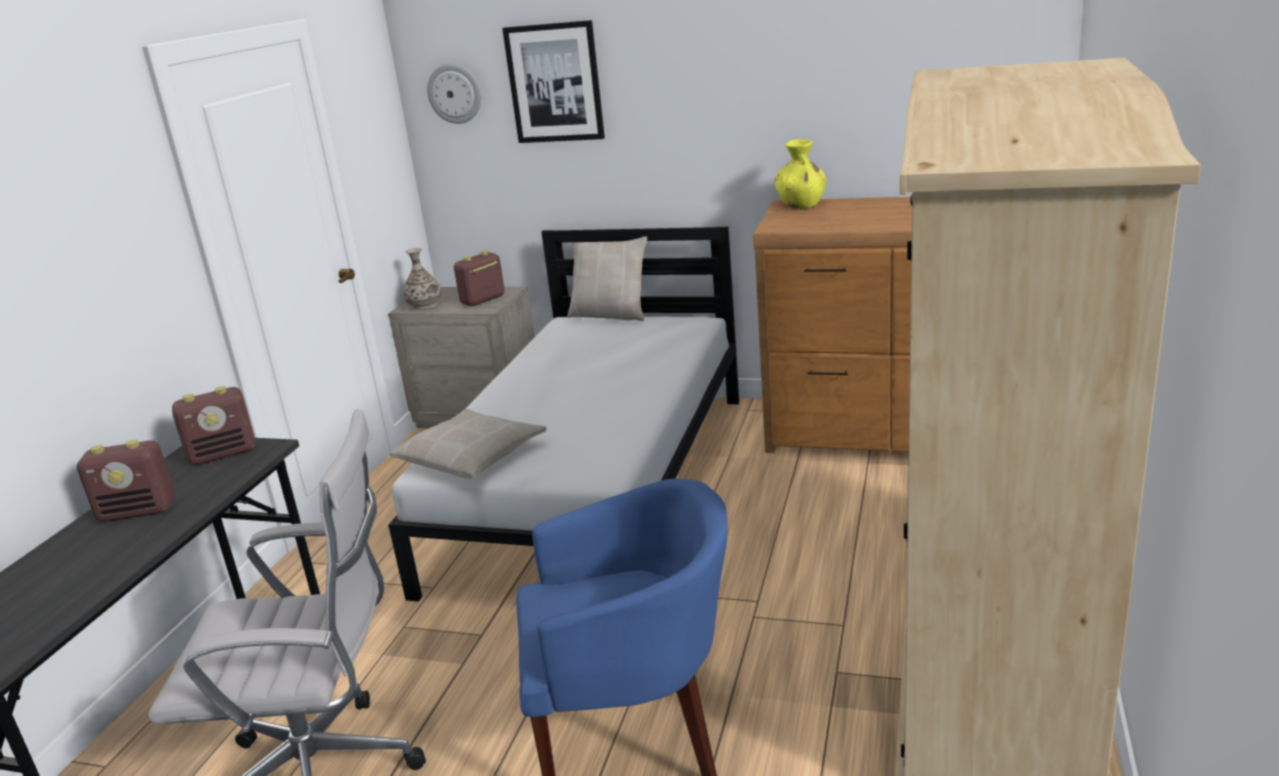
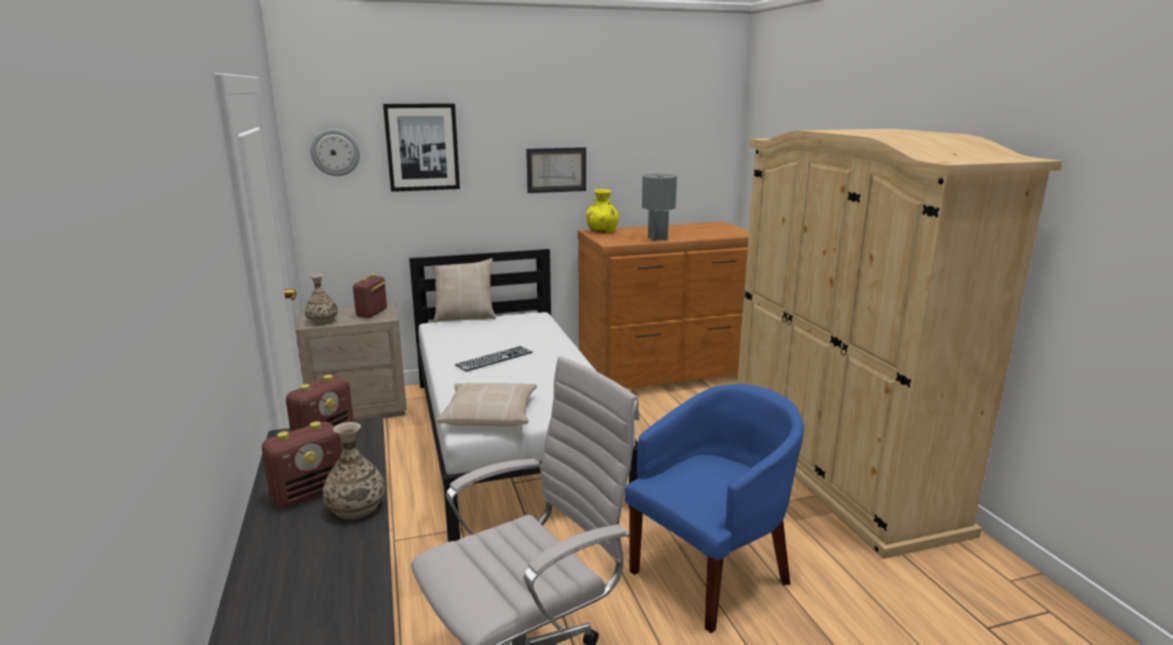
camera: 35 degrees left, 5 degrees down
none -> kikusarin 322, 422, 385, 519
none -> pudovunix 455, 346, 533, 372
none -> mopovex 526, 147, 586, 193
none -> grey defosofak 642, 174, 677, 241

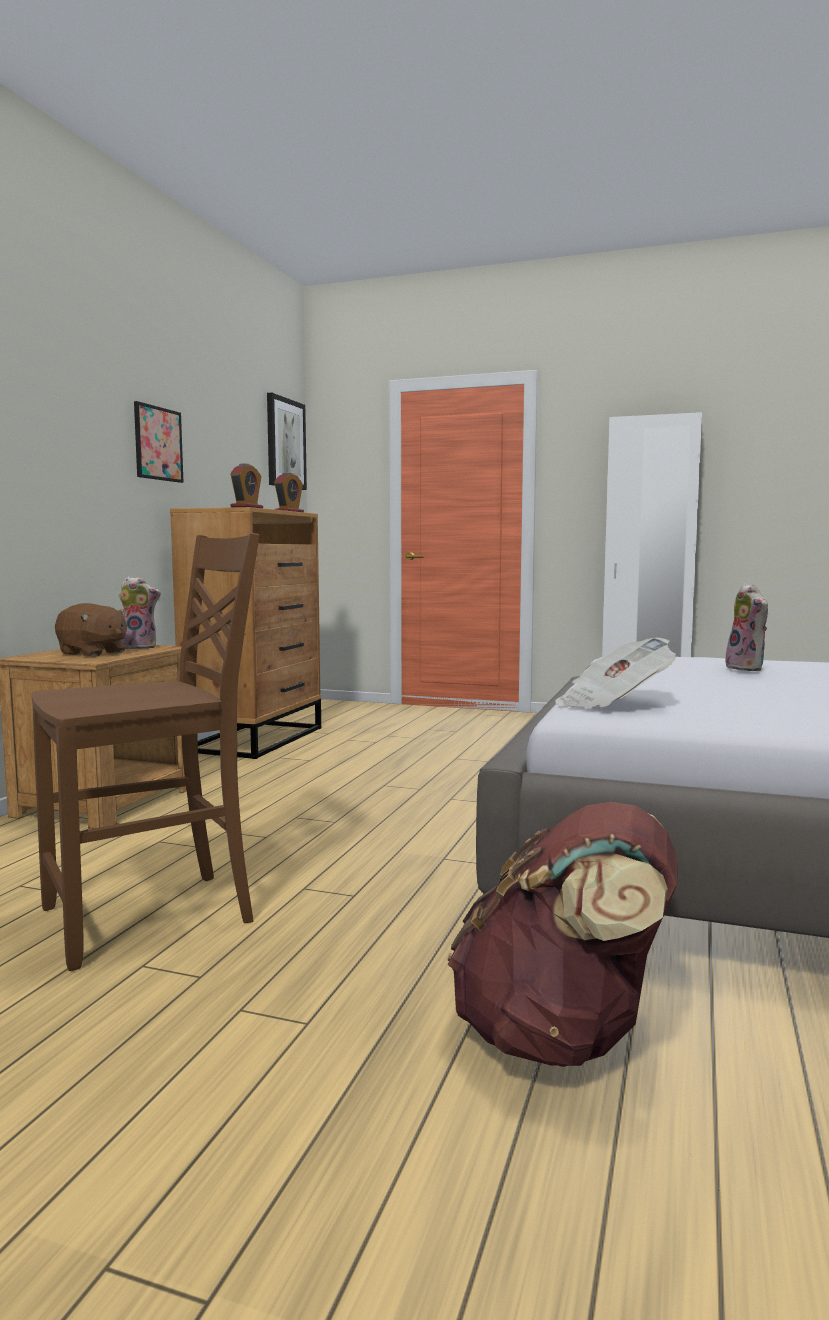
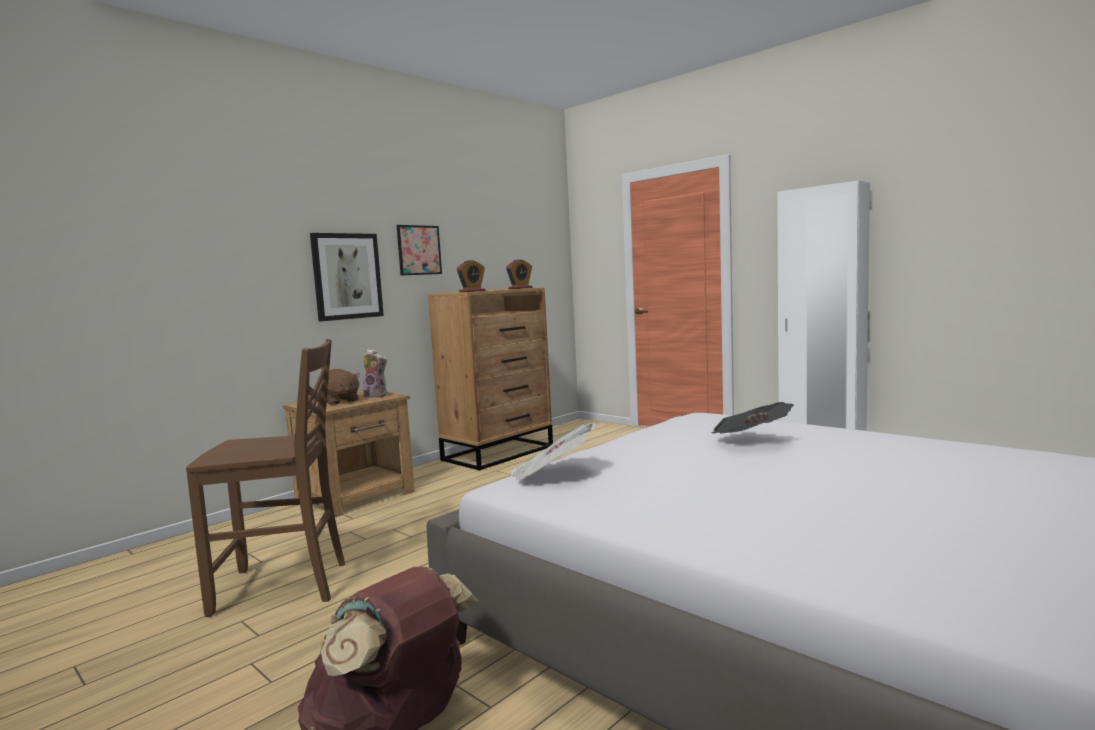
camera: 25 degrees right, 0 degrees up
mopovex 267, 393, 307, 490 -> mopovex 310, 233, 384, 321, shifted
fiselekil 724, 583, 768, 671 -> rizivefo 712, 402, 794, 433

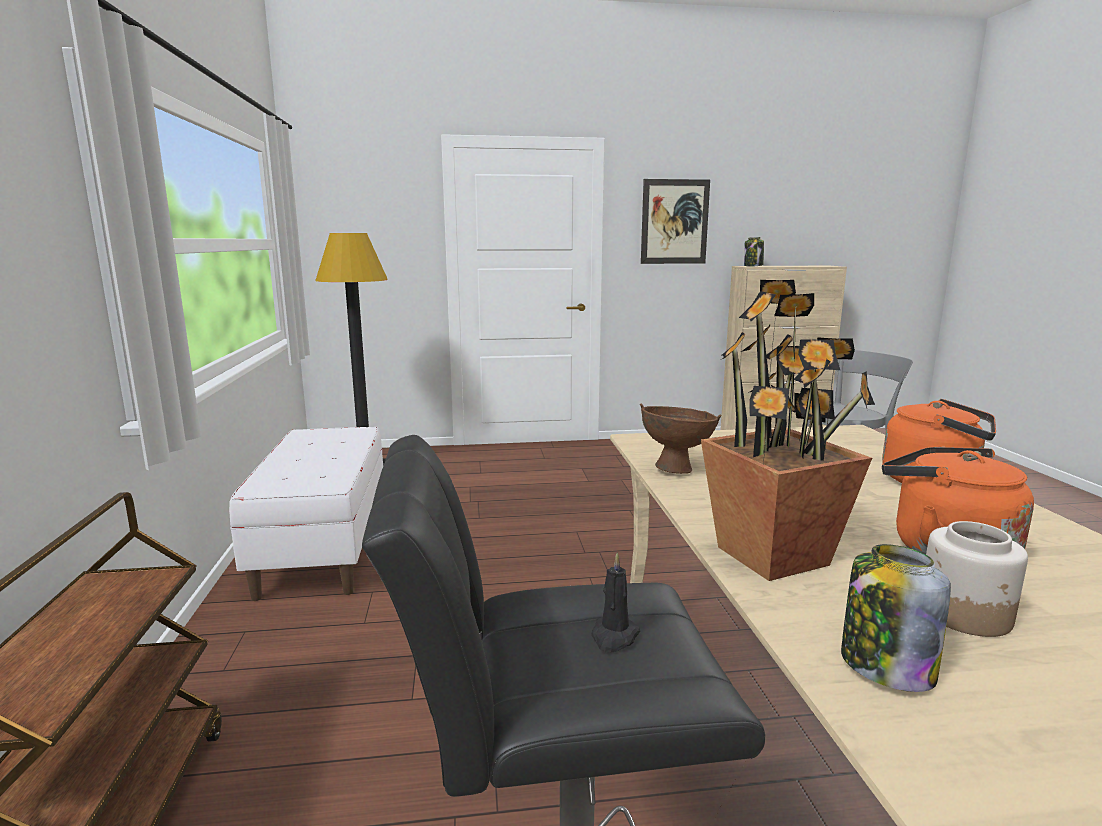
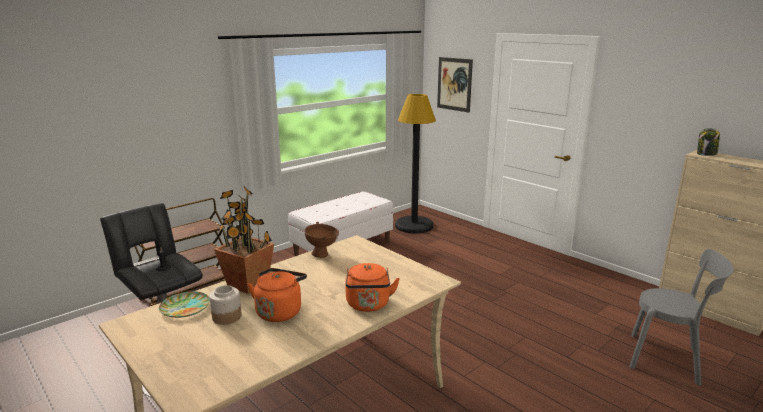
camera: 55 degrees right, 5 degrees up
mopovex 641, 179, 710, 264 -> mopovex 437, 57, 473, 113, shifted
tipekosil 841, 544, 951, 692 -> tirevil 159, 291, 210, 318

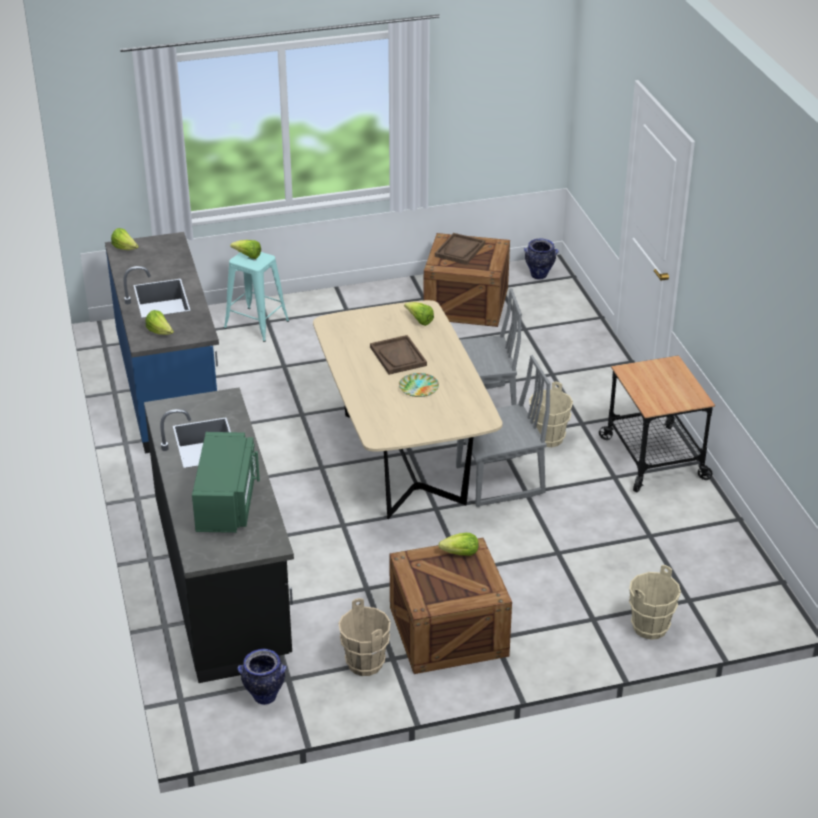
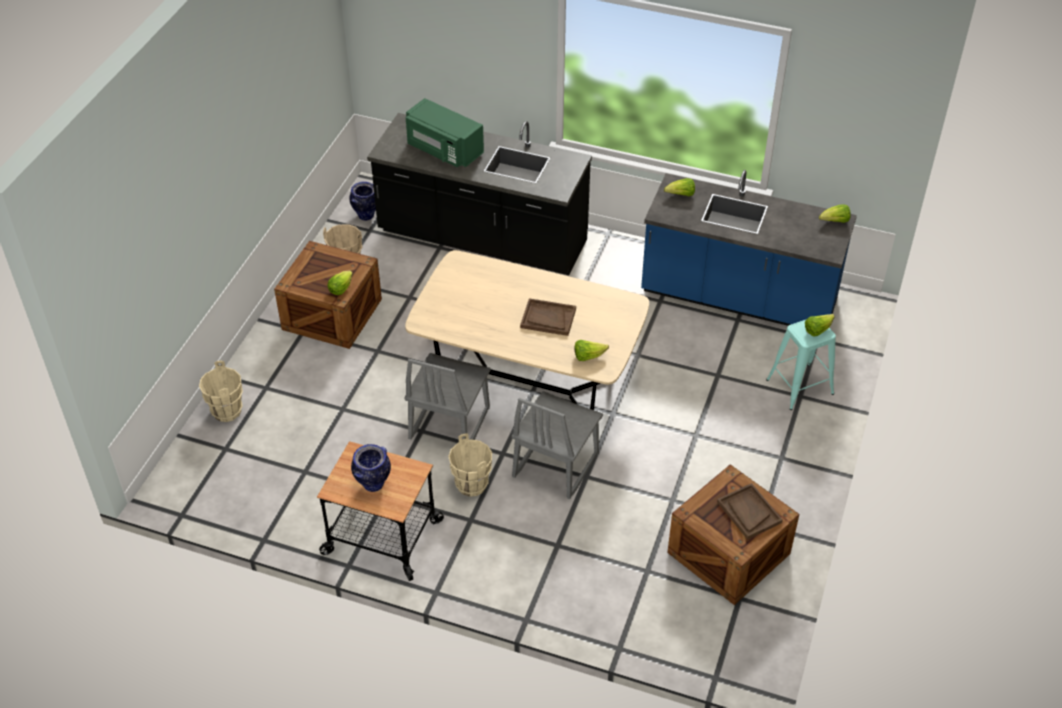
camera: 125 degrees right, 10 degrees up
tirevil 399, 373, 439, 397 -> none
kikusarin 524, 239, 559, 280 -> kikusarin 351, 444, 391, 492, shifted

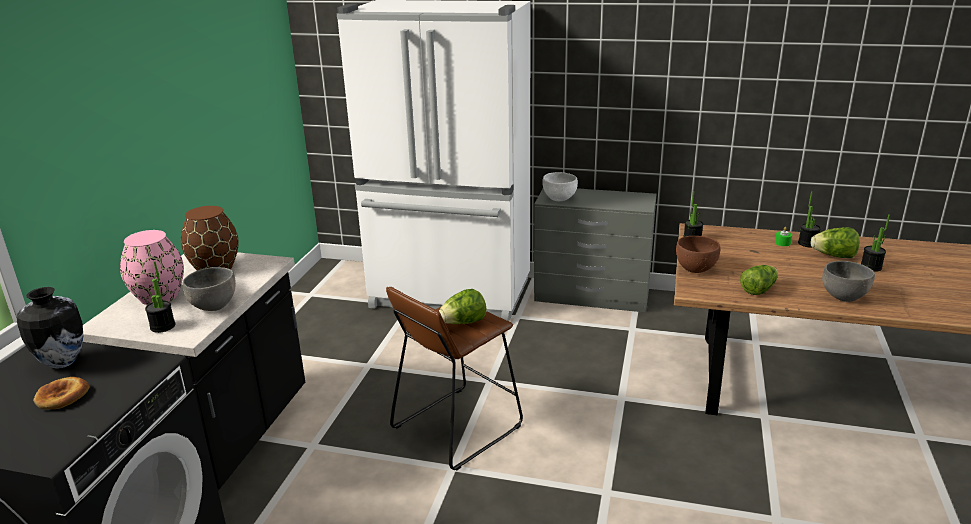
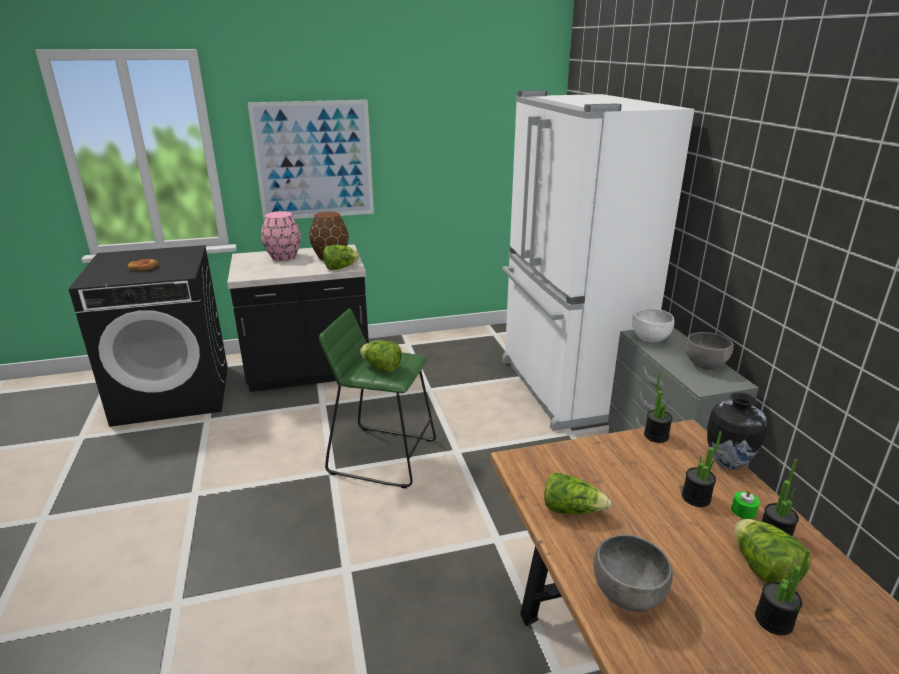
camera: 60 degrees right, 0 degrees up
kikusarin 17, 287, 83, 369 -> kikusarin 707, 392, 767, 470, shifted
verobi 145, 261, 175, 333 -> verobi 682, 431, 722, 507, shifted
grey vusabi 183, 267, 236, 311 -> grey vusabi 685, 332, 734, 370, shifted
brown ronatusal 386, 287, 523, 471 -> green ronatusal 319, 308, 436, 488
brown vusabi 676, 236, 720, 273 -> none
none -> mopovex 248, 100, 374, 220
none -> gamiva 323, 245, 359, 270

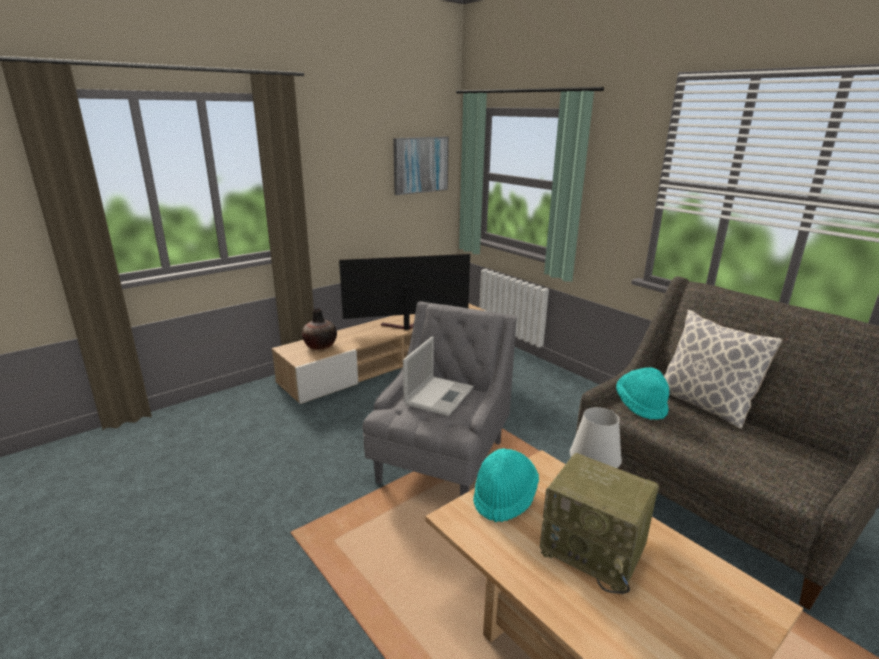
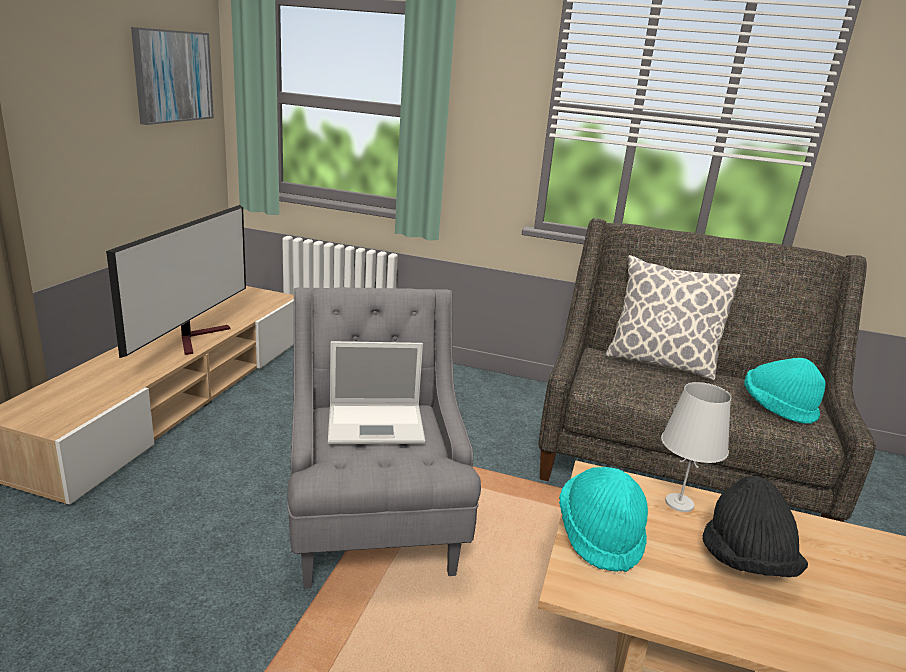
camera: 35 degrees left, 0 degrees up
kikusarin 302, 308, 337, 350 -> none
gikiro 339, 254, 470, 330 -> gikiro 106, 205, 246, 358, 150 degrees clockwise
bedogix 403, 337, 474, 416 -> bedogix 328, 341, 425, 444, 90 degrees clockwise
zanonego 540, 453, 659, 594 -> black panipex 703, 476, 808, 577
turquoise panipex 616, 367, 669, 420 -> turquoise panipex 744, 358, 825, 424, shifted

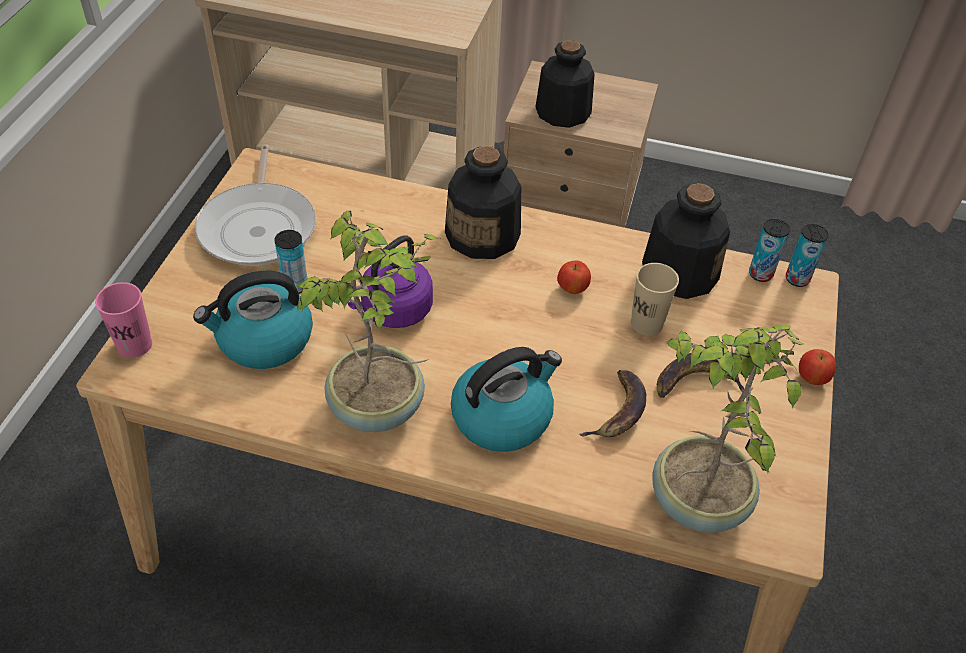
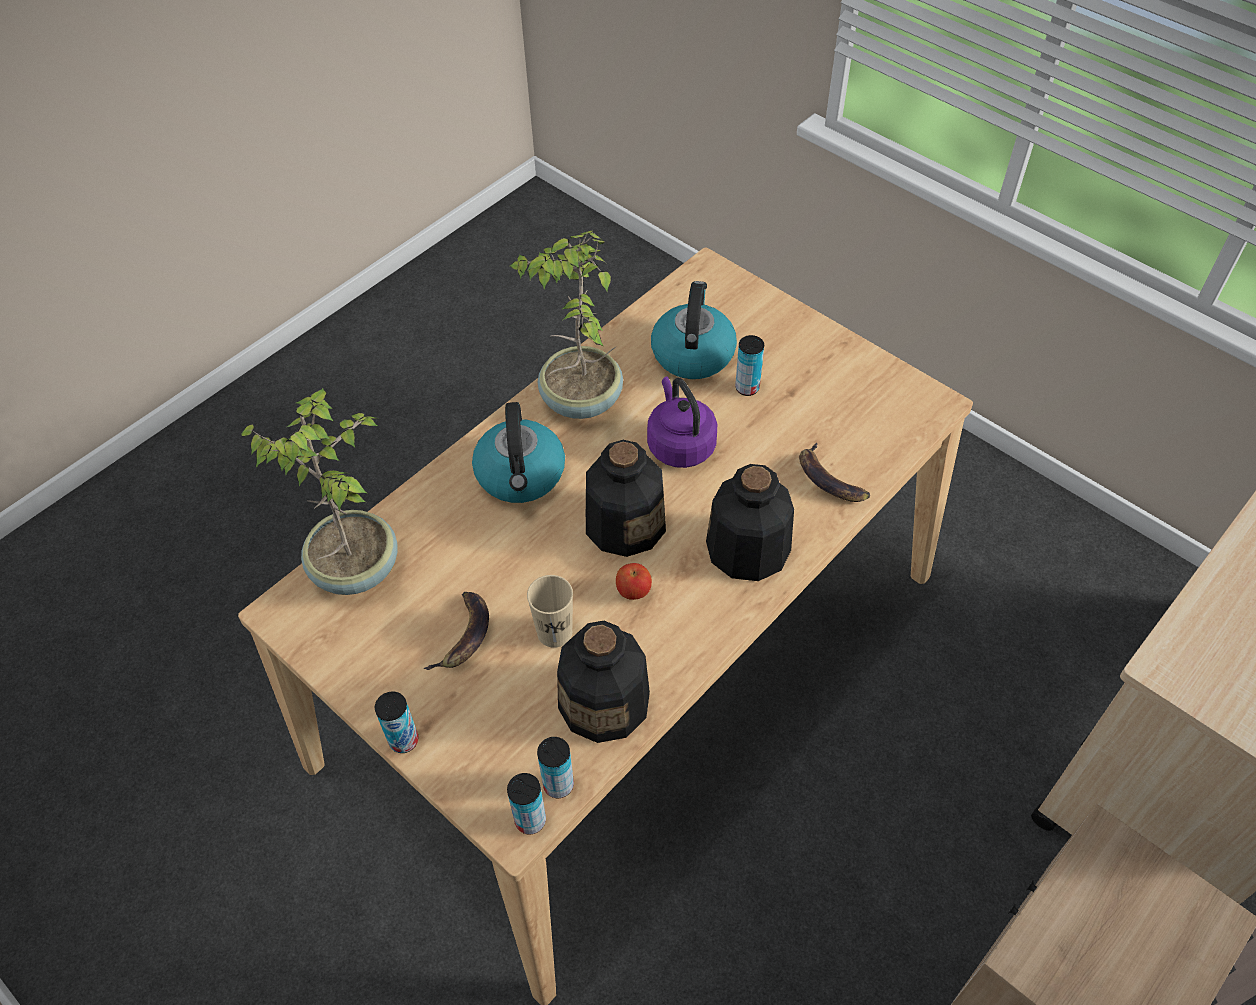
camera: 120 degrees right, 5 degrees up
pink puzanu 95, 282, 152, 358 -> none
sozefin 195, 145, 316, 266 -> none
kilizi 536, 40, 595, 128 -> kilizi 586, 440, 666, 557, shifted
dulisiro 579, 370, 646, 437 -> dulisiro 799, 442, 870, 502, shifted
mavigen 799, 349, 836, 385 -> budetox 375, 691, 418, 753

